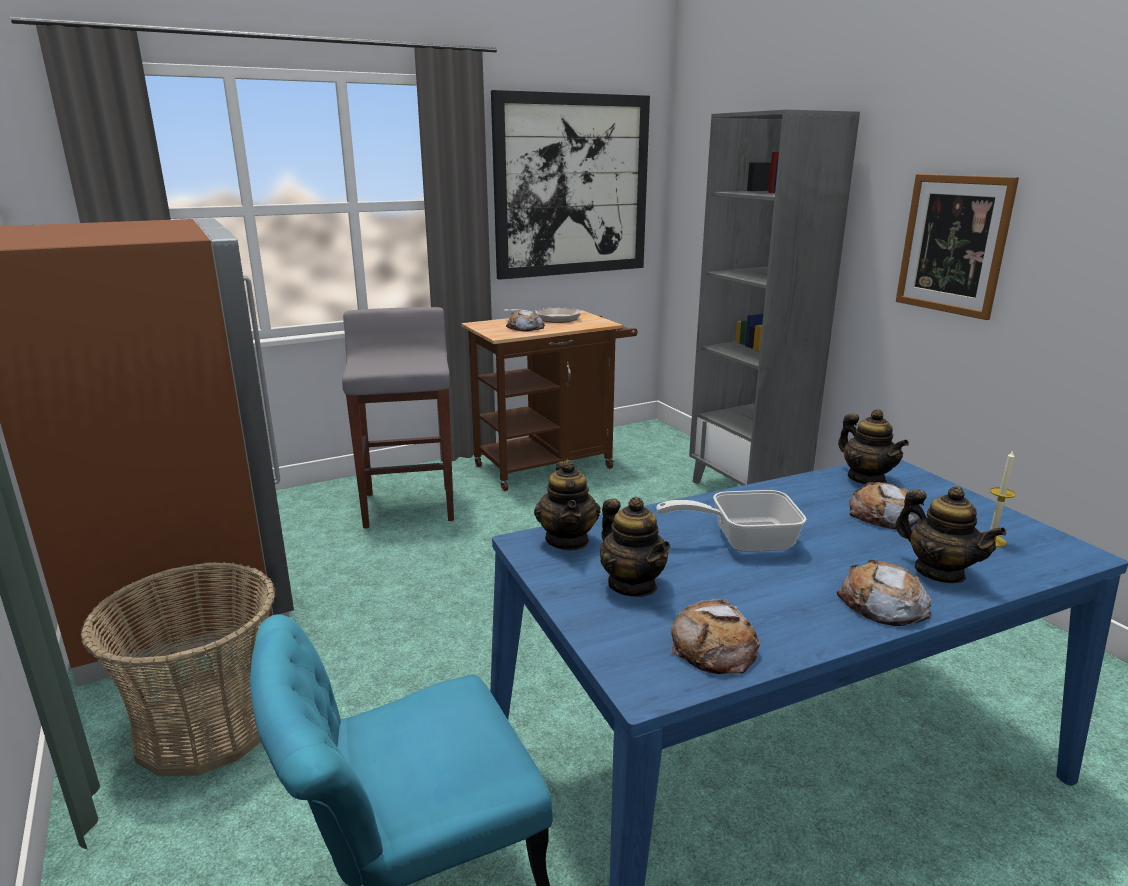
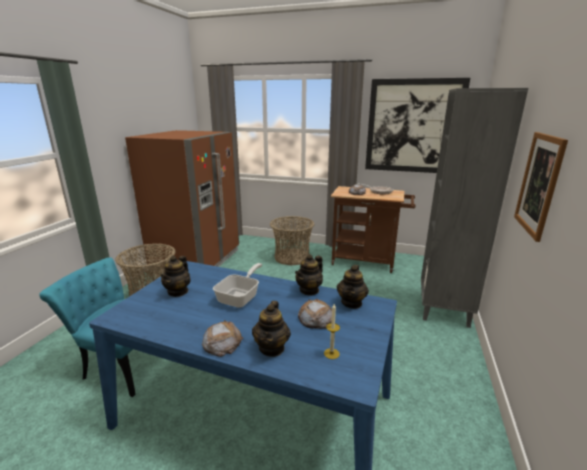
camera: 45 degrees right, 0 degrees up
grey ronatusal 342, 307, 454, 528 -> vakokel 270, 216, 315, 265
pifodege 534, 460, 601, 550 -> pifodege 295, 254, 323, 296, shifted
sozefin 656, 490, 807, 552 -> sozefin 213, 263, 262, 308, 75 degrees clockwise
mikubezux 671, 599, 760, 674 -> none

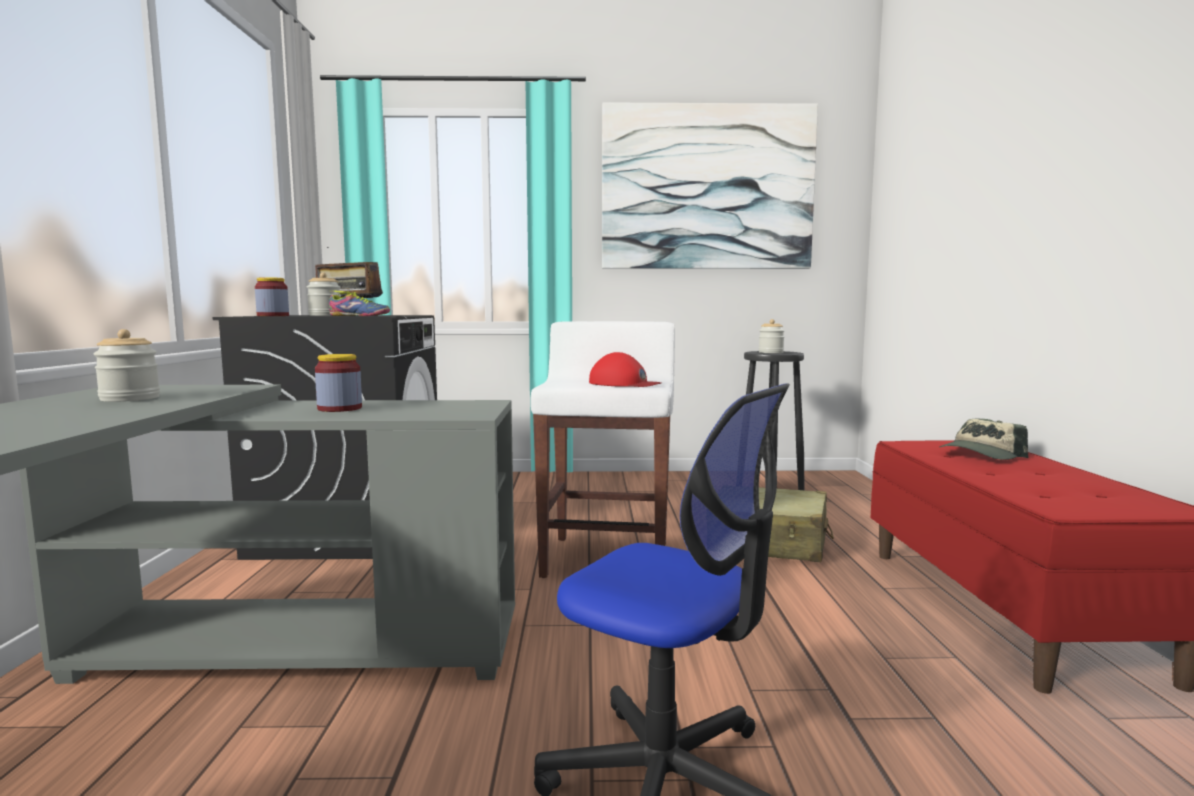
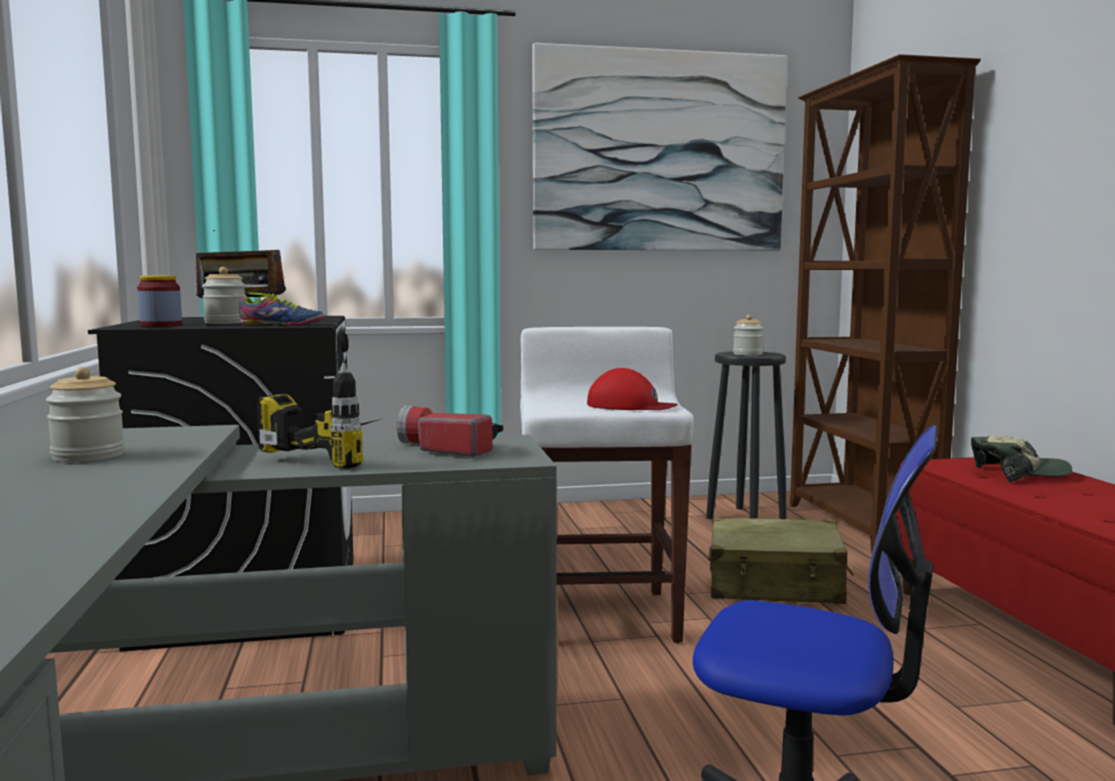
camera: 10 degrees left, 0 degrees up
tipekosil 315, 354, 362, 412 -> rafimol 257, 363, 381, 469
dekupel 940, 418, 1028, 460 -> dekupel 971, 435, 1072, 483, 135 degrees counterclockwise
none -> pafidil 397, 406, 503, 457
none -> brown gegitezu 790, 54, 981, 553

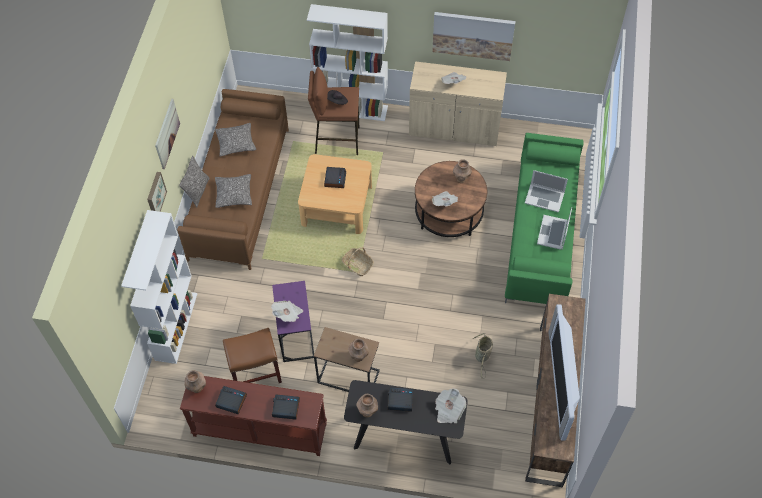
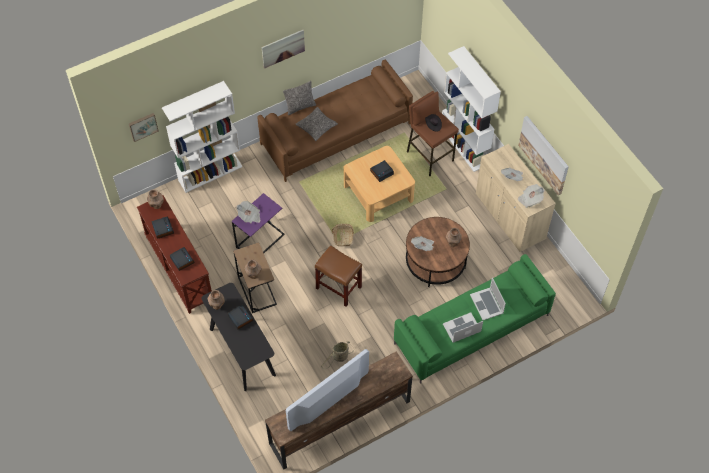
camera: 50 degrees right, 0 degrees up
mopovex 147, 172, 167, 212 -> mopovex 129, 113, 159, 142, shifted
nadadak 215, 123, 256, 157 -> none
brown ronatusal 223, 328, 282, 383 -> brown ronatusal 315, 246, 362, 307, shifted
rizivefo 435, 388, 466, 423 -> rizivefo 518, 184, 545, 208, shifted

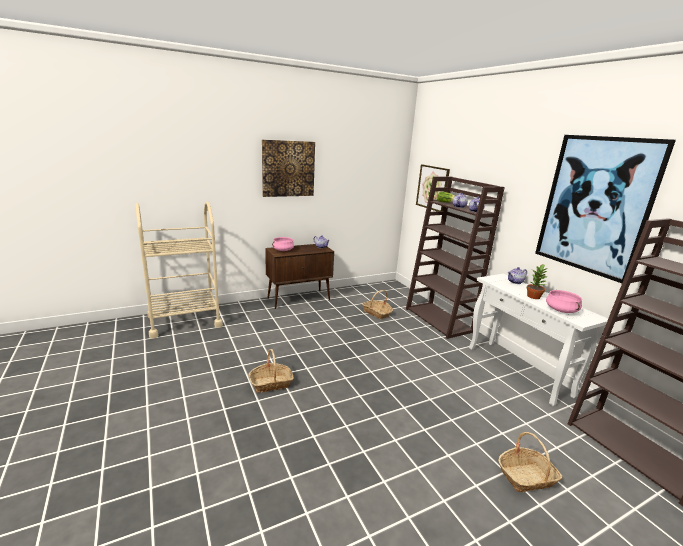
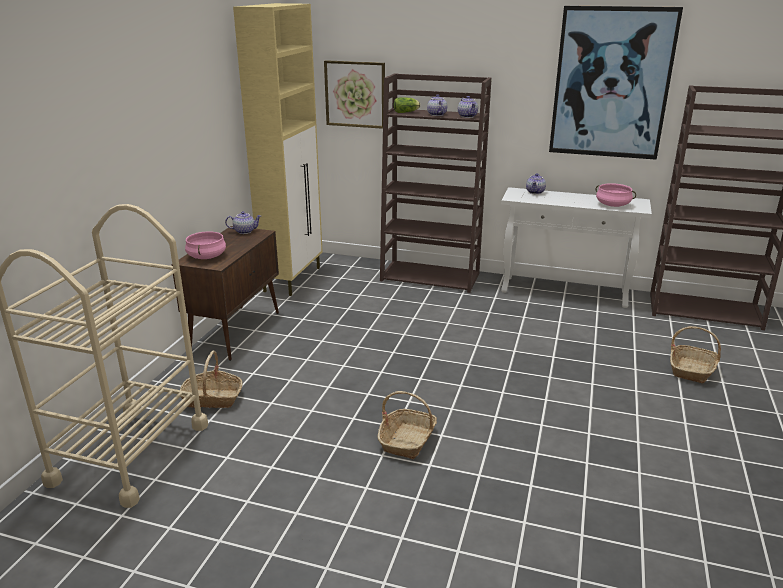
camera: 45 degrees left, 5 degrees up
mopovex 262, 140, 315, 197 -> none
vakokel 362, 290, 393, 319 -> vakokel 180, 351, 243, 408, shifted
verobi 526, 264, 548, 299 -> none
none -> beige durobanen 233, 3, 323, 296

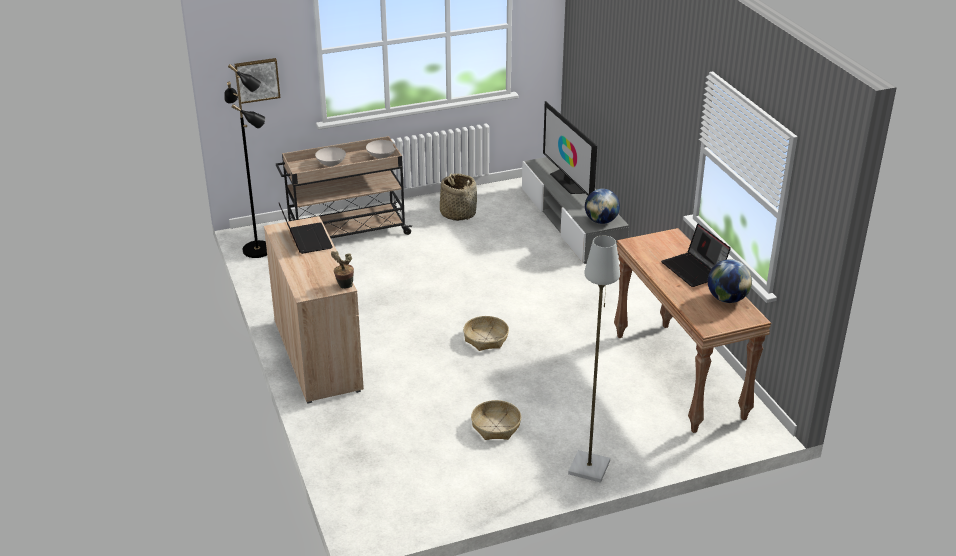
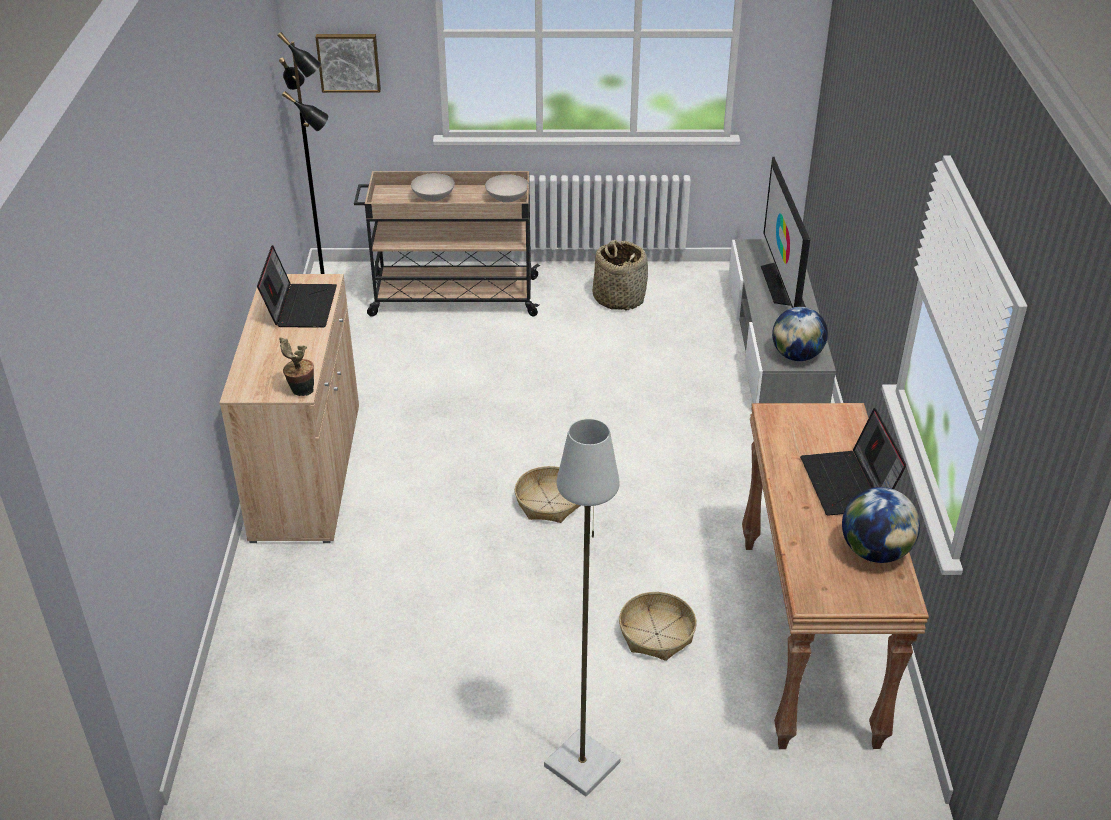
camera: 20 degrees right, 5 degrees up
vakokel 471, 400, 521, 440 -> vakokel 619, 592, 697, 661, shifted

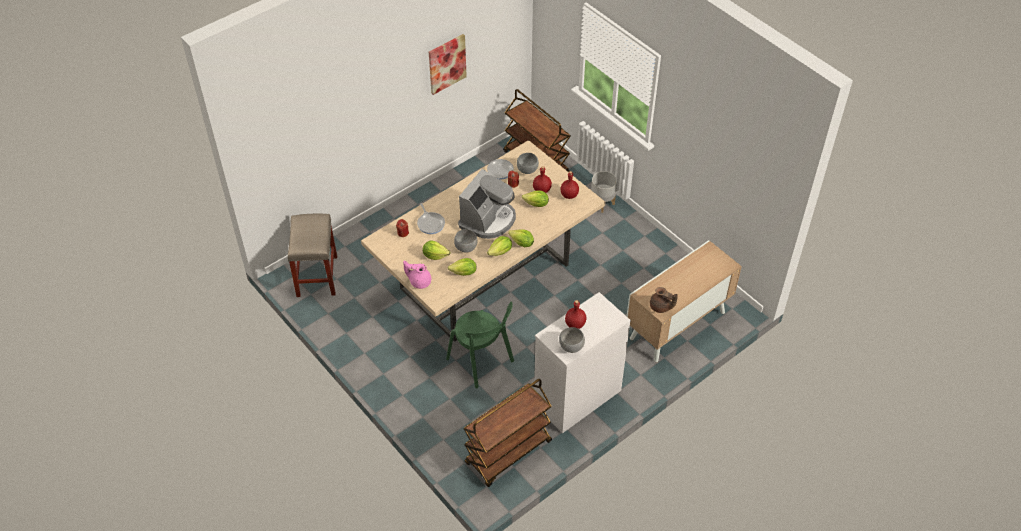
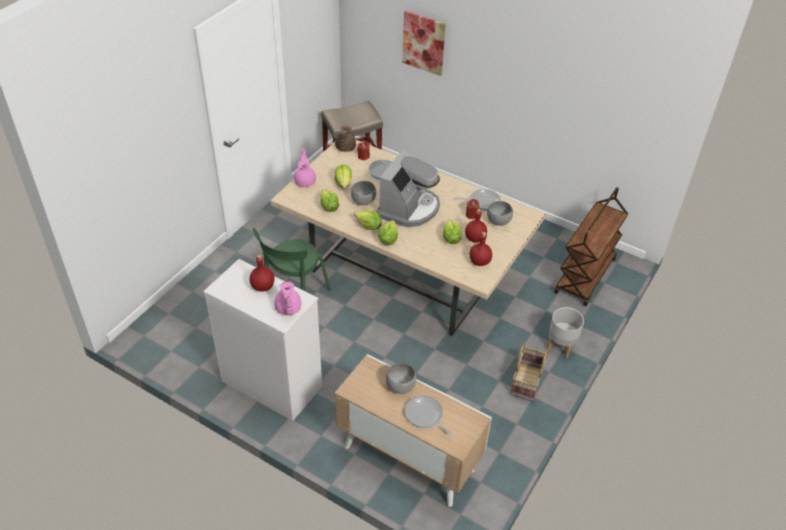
camera: 70 degrees right, 5 degrees down
mopovex 429, 34, 467, 95 -> mopovex 402, 11, 446, 76, shifted
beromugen 458, 169, 516, 239 -> beromugen 377, 150, 440, 227, 75 degrees counterclockwise
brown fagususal 464, 379, 552, 487 -> none
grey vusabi 559, 327, 585, 353 -> grey vusabi 386, 363, 416, 394, shifted
brown pifodege 650, 287, 678, 313 -> brown pifodege 335, 125, 356, 152, shifted
none -> pink pifodege 275, 281, 302, 315
none -> sozefin 405, 395, 452, 435
none -> vakokel 510, 342, 548, 401

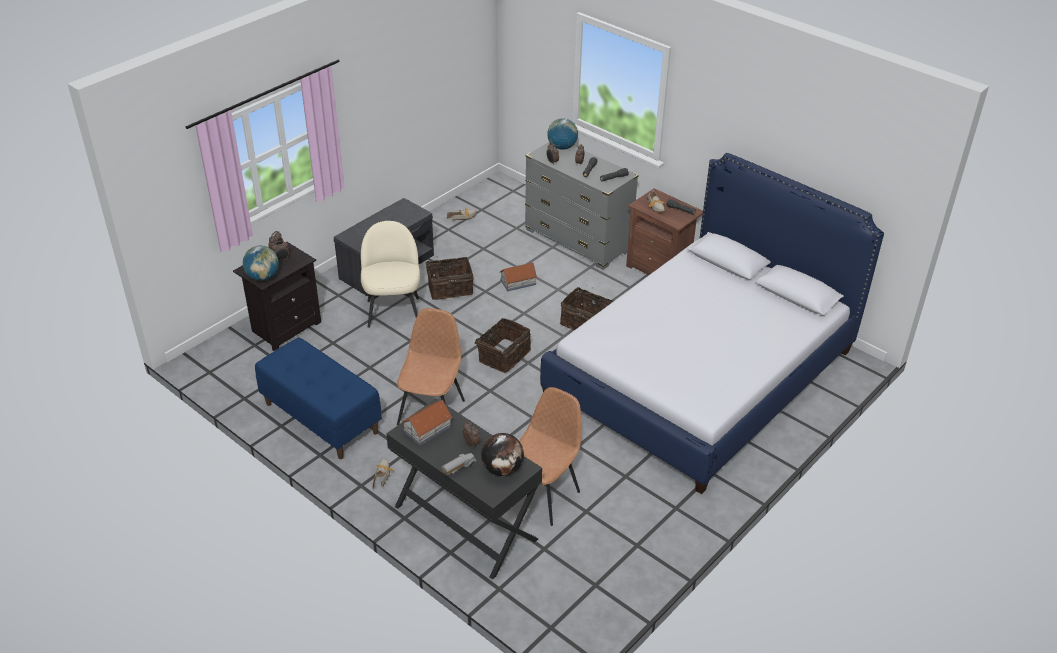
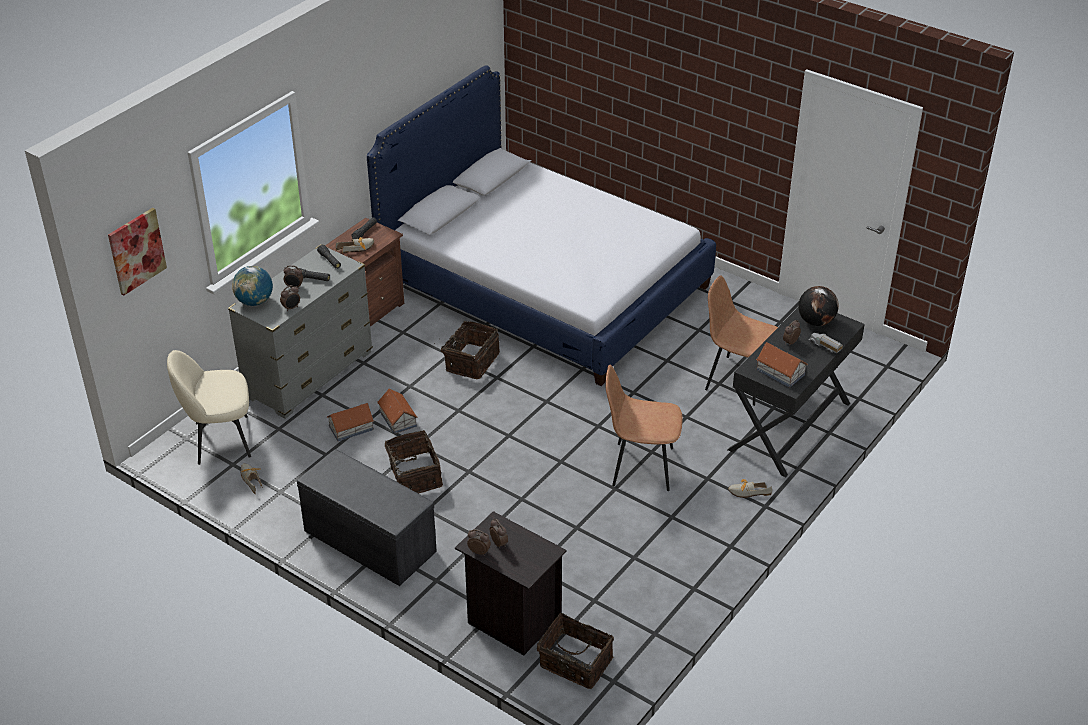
camera: 95 degrees left, 0 degrees up
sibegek 243, 246, 279, 281 -> none
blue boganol 255, 337, 382, 459 -> none
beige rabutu 361, 221, 420, 328 -> beige rabutu 167, 350, 251, 465, shifted
vakokel 470, 318, 531, 373 -> vakokel 537, 612, 614, 689, shifted
none -> mopovex 108, 208, 167, 296
none -> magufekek 327, 403, 374, 441

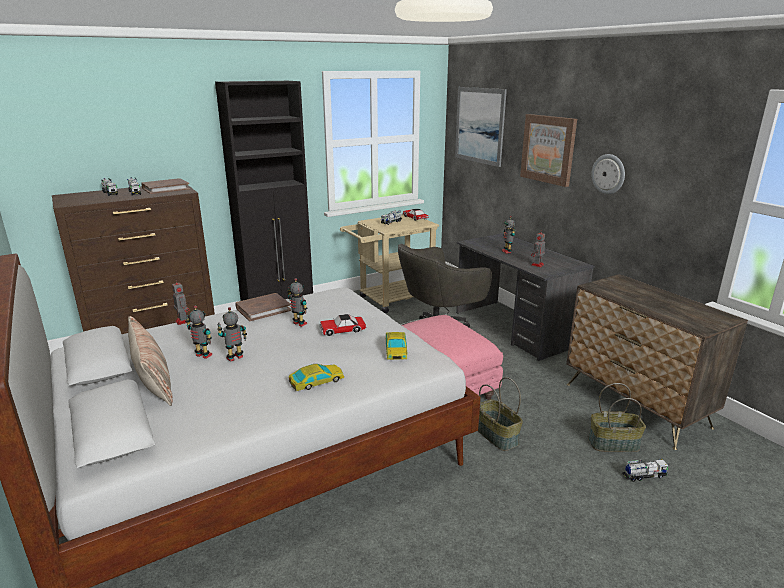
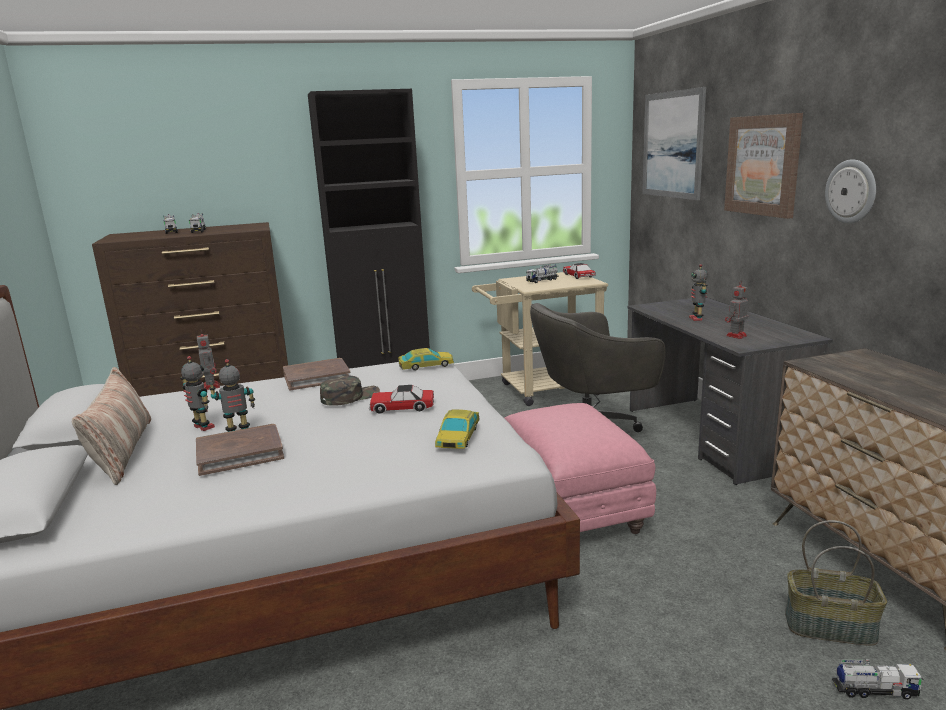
camera: 15 degrees right, 5 degrees down
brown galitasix 141, 178, 190, 194 -> brown galitasix 196, 424, 284, 476, shifted
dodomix 287, 278, 307, 327 -> green dekupel 320, 375, 380, 406
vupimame 289, 364, 344, 391 -> vupimame 398, 348, 454, 371, shifted
vakokel 478, 377, 523, 451 -> none

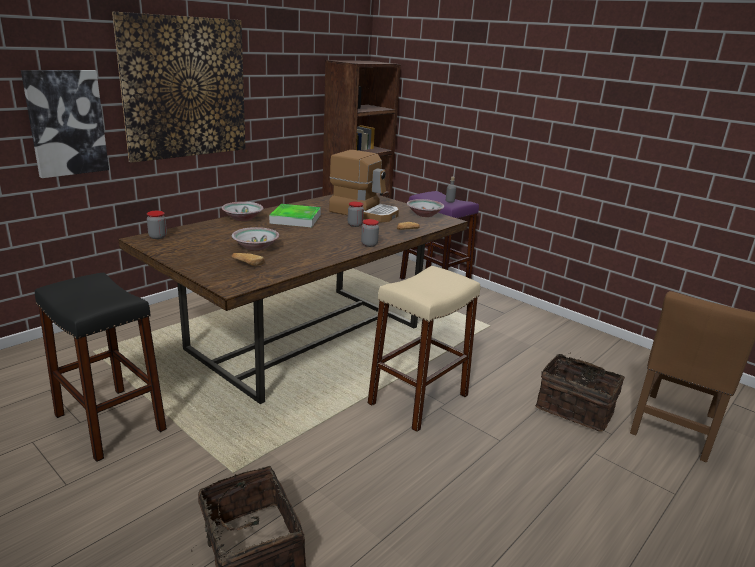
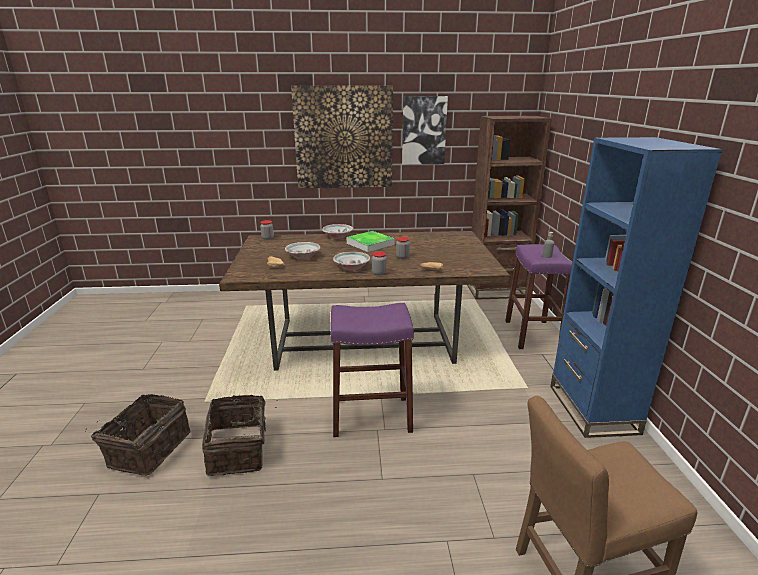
camera: 45 degrees right, 0 degrees up
mopovex 21, 70, 109, 178 -> mopovex 402, 96, 448, 165, shifted
black ronatusal 35, 273, 167, 462 -> none
beromugen 329, 150, 399, 223 -> none
beige ronatusal 367, 266, 480, 432 -> purple ronatusal 331, 303, 414, 437
vusabi 407, 199, 444, 217 -> vusabi 333, 252, 370, 271, shifted
vakokel 535, 354, 625, 432 -> vakokel 202, 395, 276, 476, shifted
none -> blue gegitezu 550, 137, 723, 438

